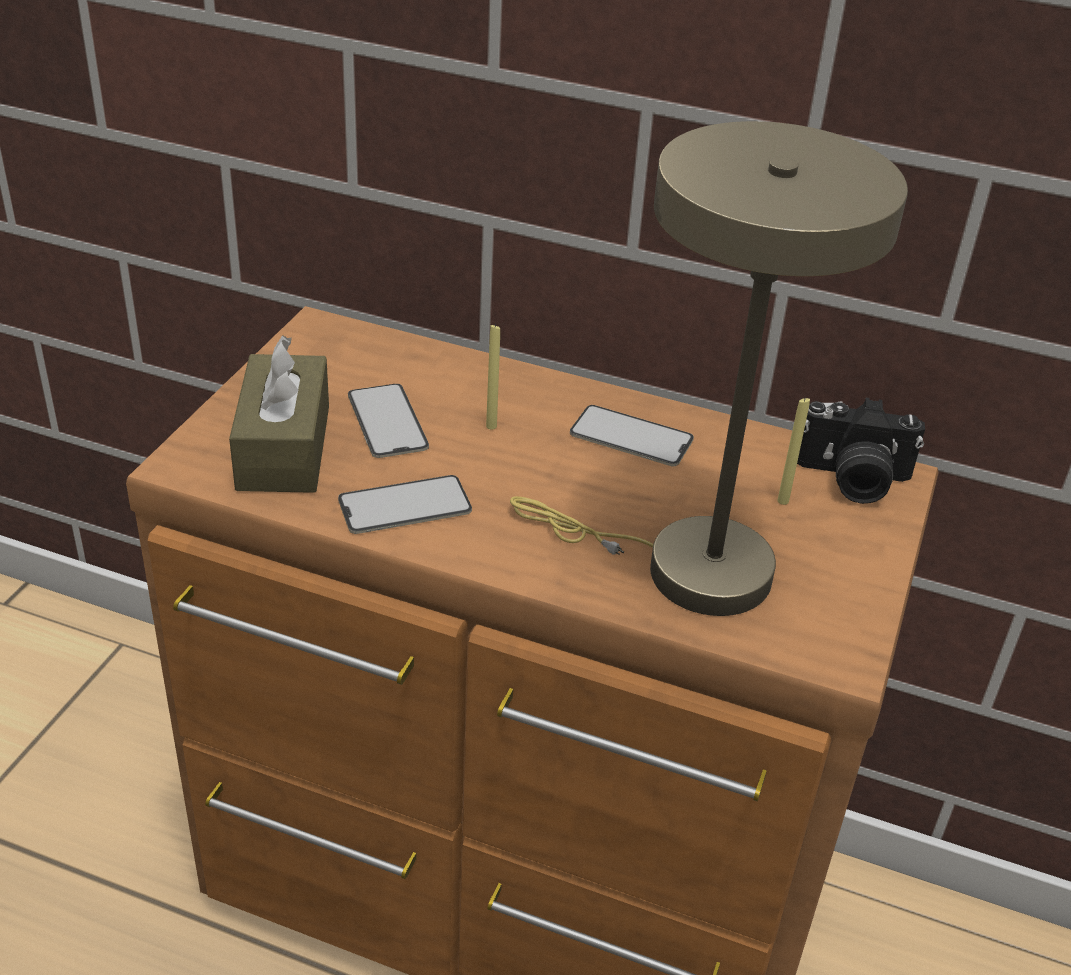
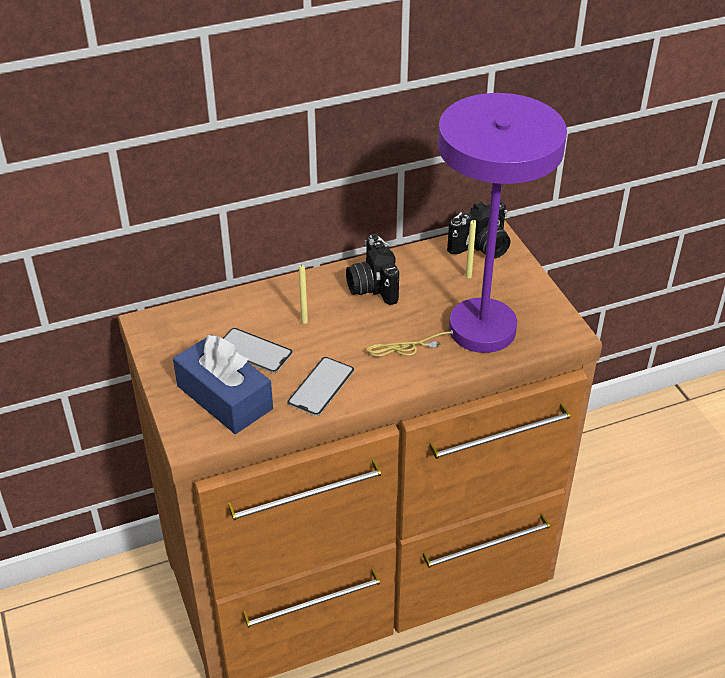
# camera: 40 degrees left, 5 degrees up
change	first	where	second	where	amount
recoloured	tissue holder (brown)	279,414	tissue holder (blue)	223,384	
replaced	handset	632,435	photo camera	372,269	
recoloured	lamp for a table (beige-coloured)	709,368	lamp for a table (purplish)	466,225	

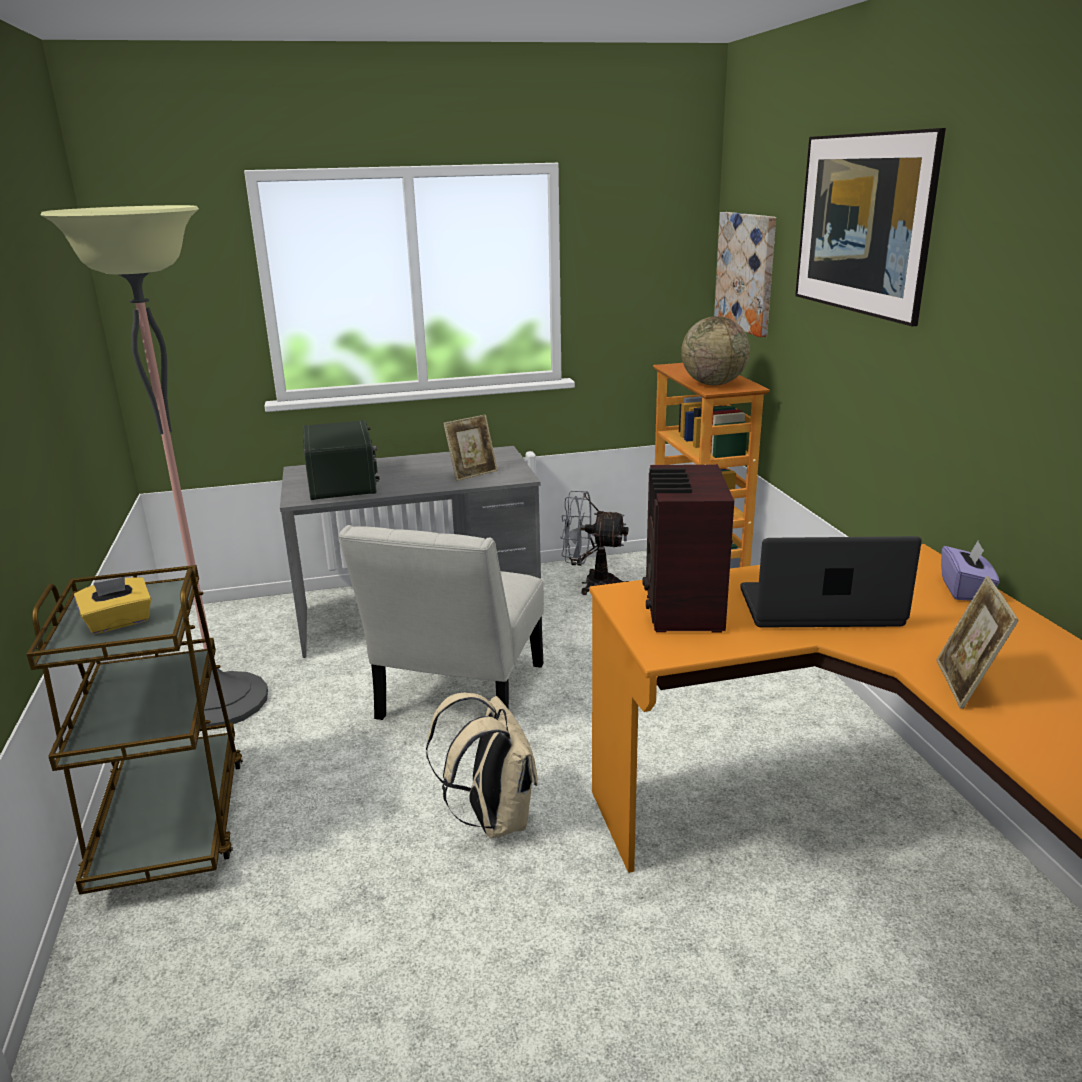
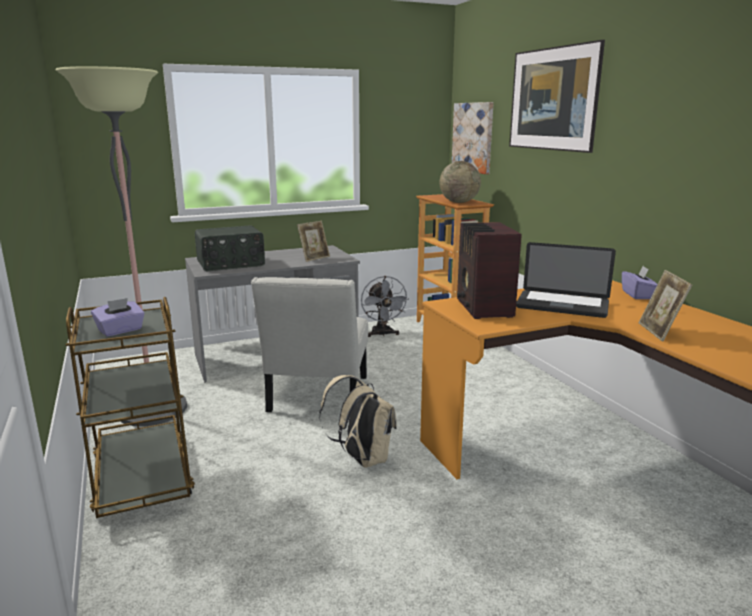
# camera: 10 degrees left, 5 degrees down
change	first	where	second	where	amount
recoloured	tissue holder (yellow-coloured)	112,605	tissue holder (purplish)	118,317	
turned	radio set	341,460		230,248	90 degrees clockwise
turned	electric fan (greyish)	594,543		385,306	105 degrees counterclockwise
turned	laptop	831,582		566,280	150 degrees counterclockwise

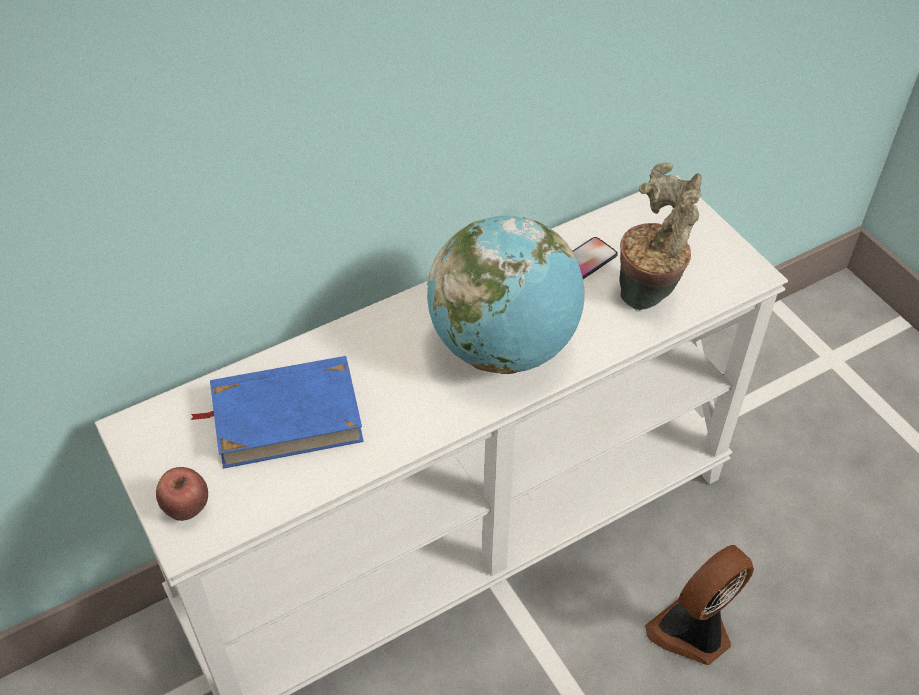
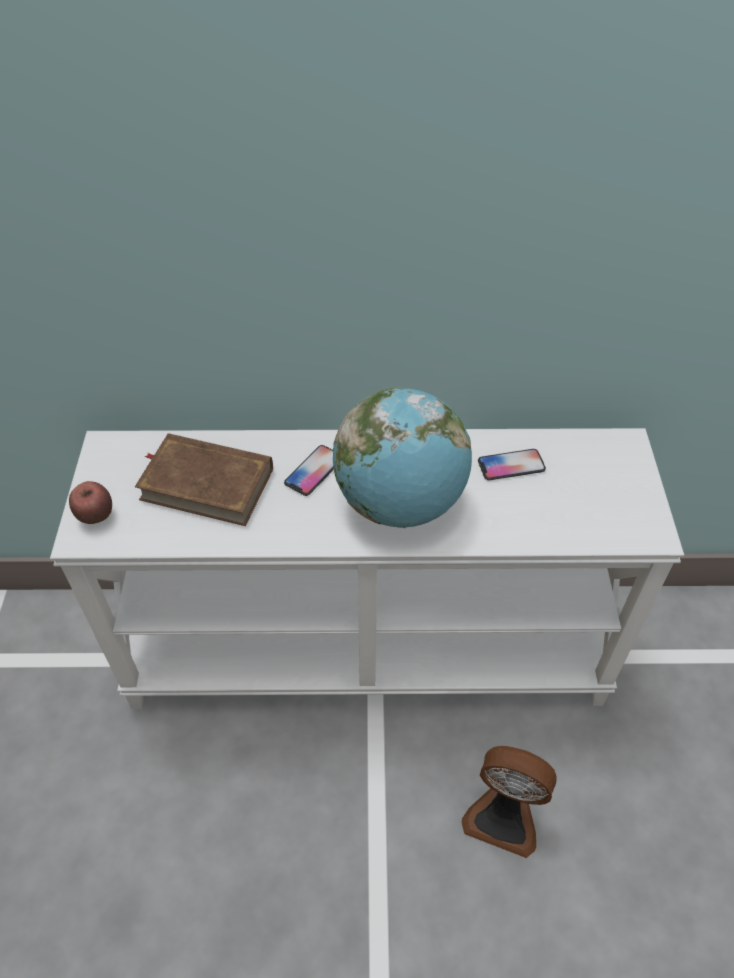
# camera: 30 degrees right, 0 degrees up
change	first	where	second	where	amount
recoloured	volume (blue)	277,412	volume (brown)	204,479	
added			handset	309,470	
turned	electric fan	699,605		509,802	150 degrees counterclockwise
removed	potted plant	661,236			

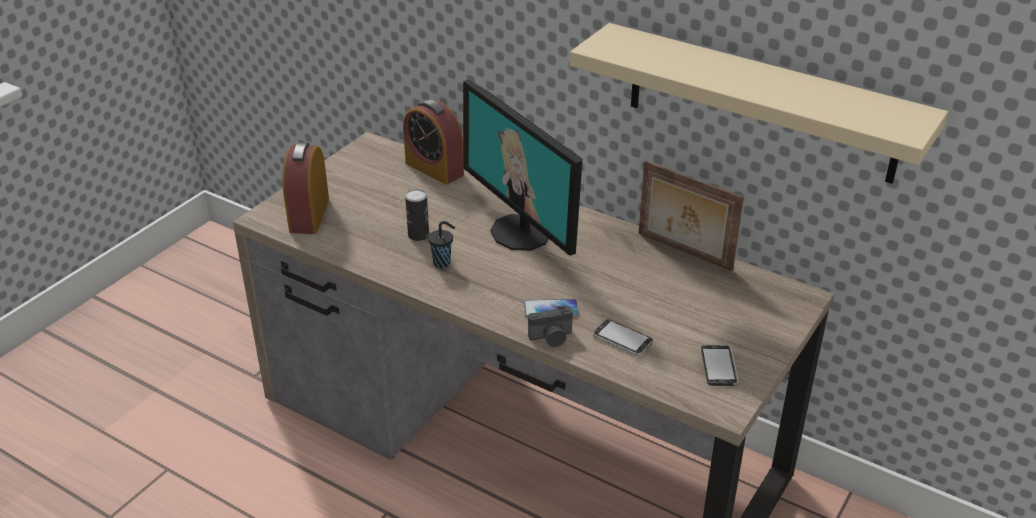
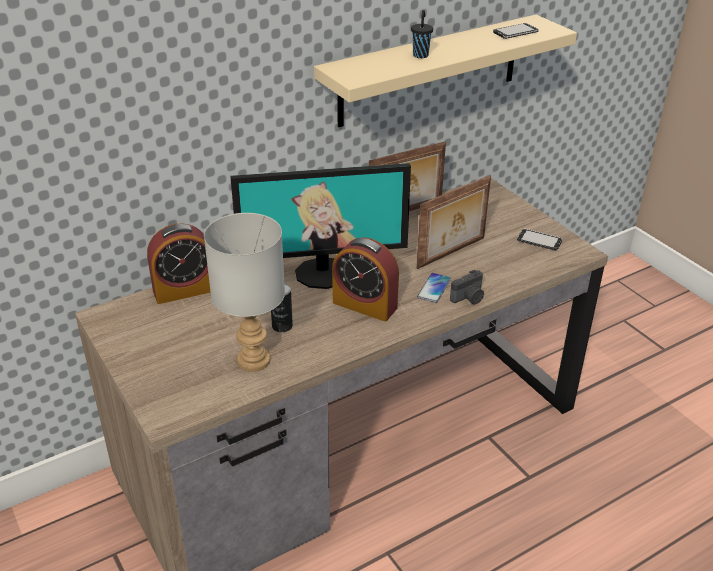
# camera: 65 degrees left, 0 degrees up
change	first	where	second	where	amount
added			lamp for a table (greyish)	244,292	
moved	table clock	305,188		365,279	
moved	small cup (black-coloured)	441,244		422,34	
added			photo frame	453,222	
turned	photo camera	550,326		467,287	45 degrees clockwise
moved	handset	623,337		516,31	

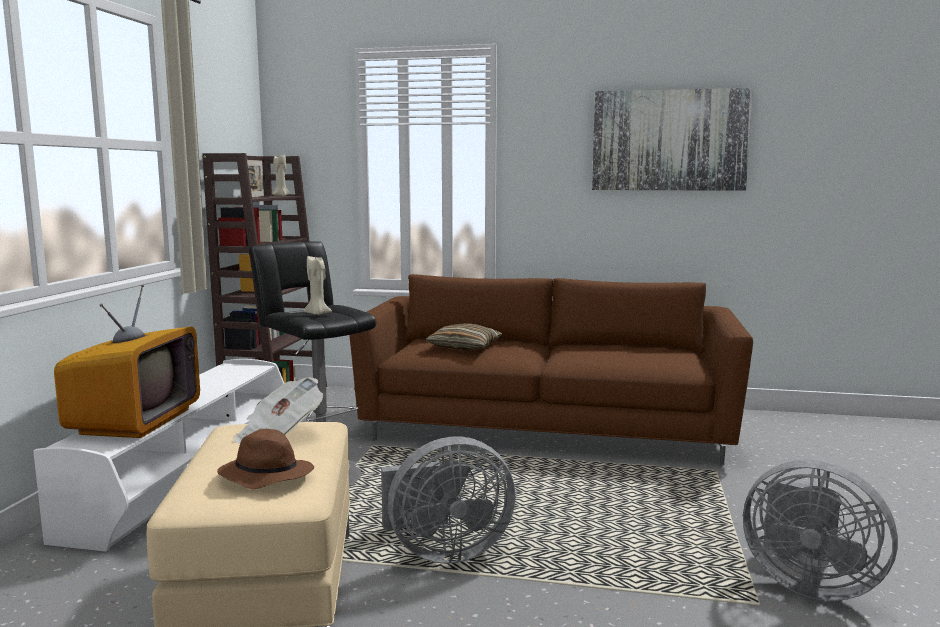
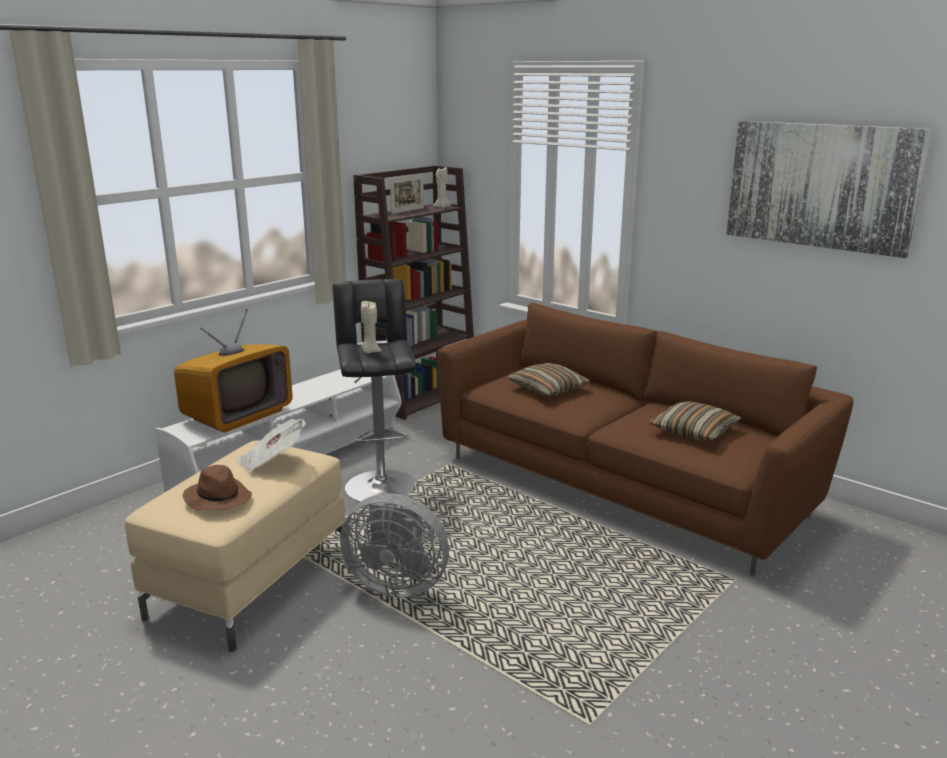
# camera: 30 degrees right, 10 degrees up
change	first	where	second	where	amount
added			throw pillow	695,421	
removed	electric fan (greyish)	820,530			

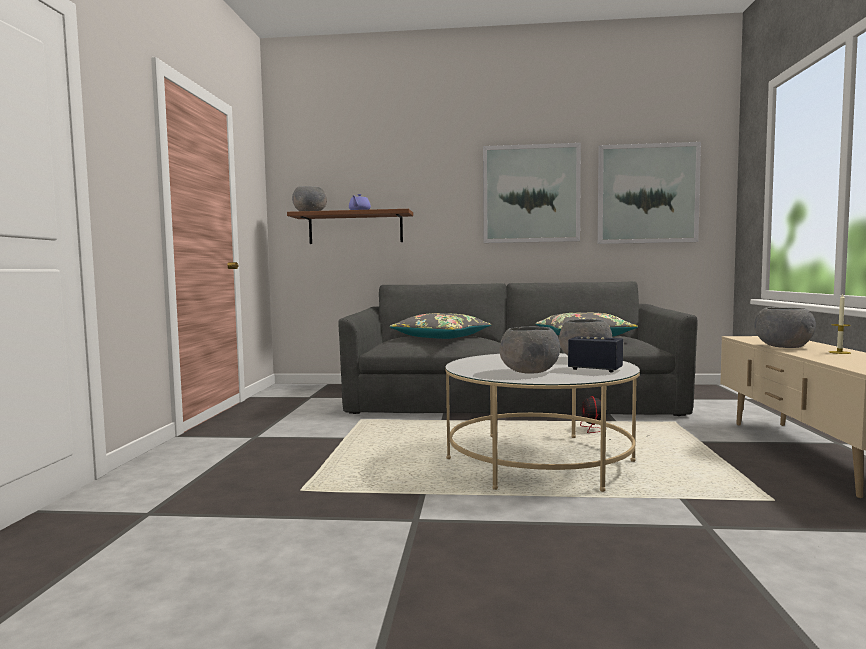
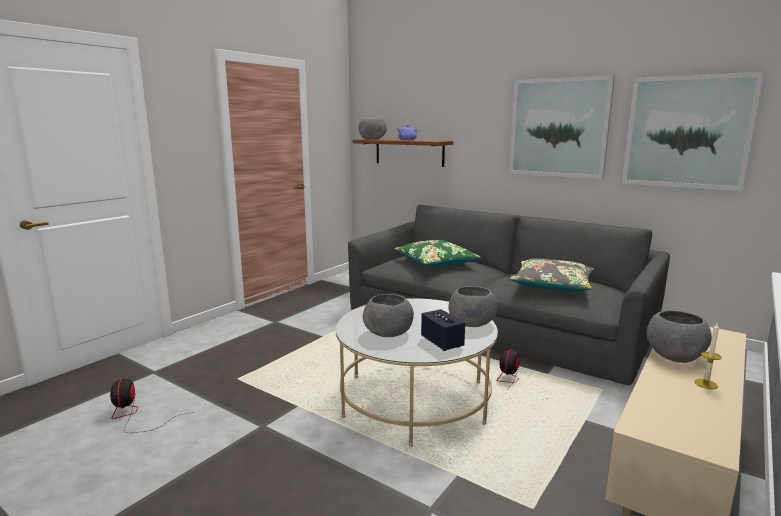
# camera: 30 degrees right, 10 degrees up
change	first	where	second	where	amount
added			electric fan	152,405	
recoloured	throw pillow (greyish)	440,326	throw pillow (green-coloured)	437,254	

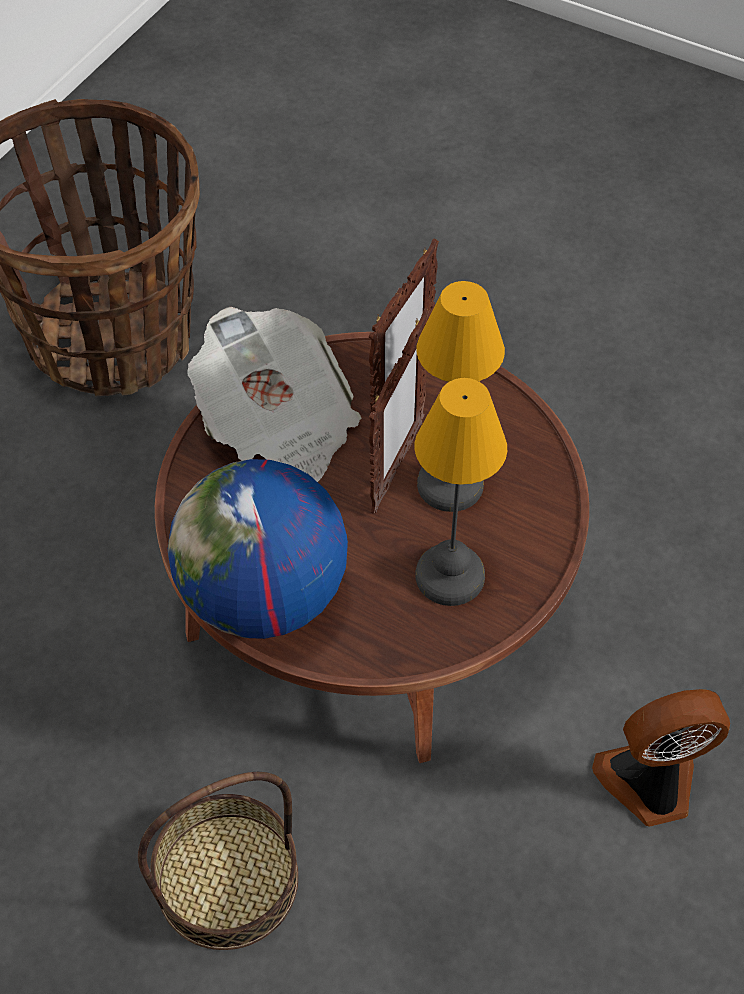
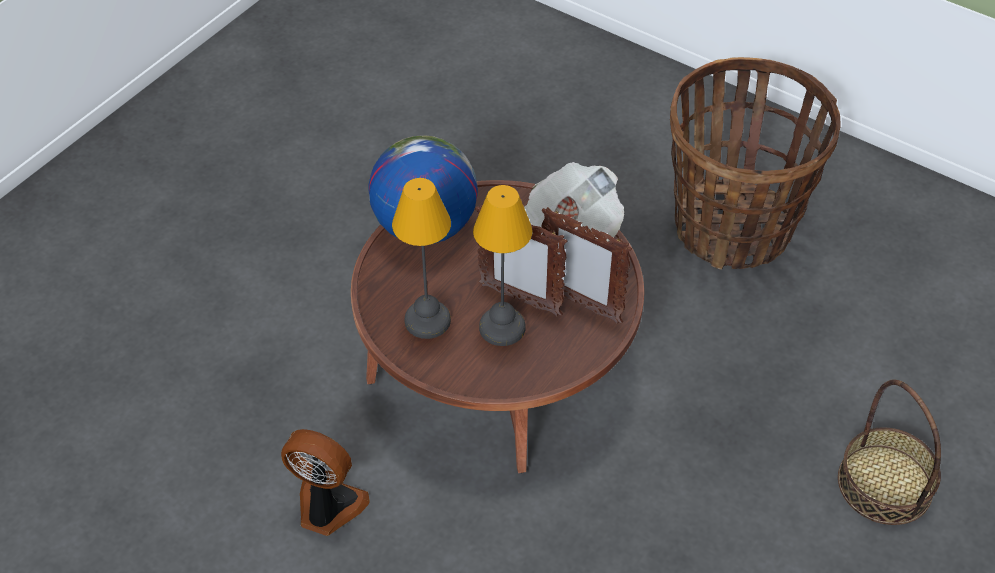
# camera: 95 degrees right, 5 degrees down
change	first	where	second	where	amount
turned	electric fan	661,758		325,482	60 degrees counterclockwise
moved	household basket	218,861		889,452	

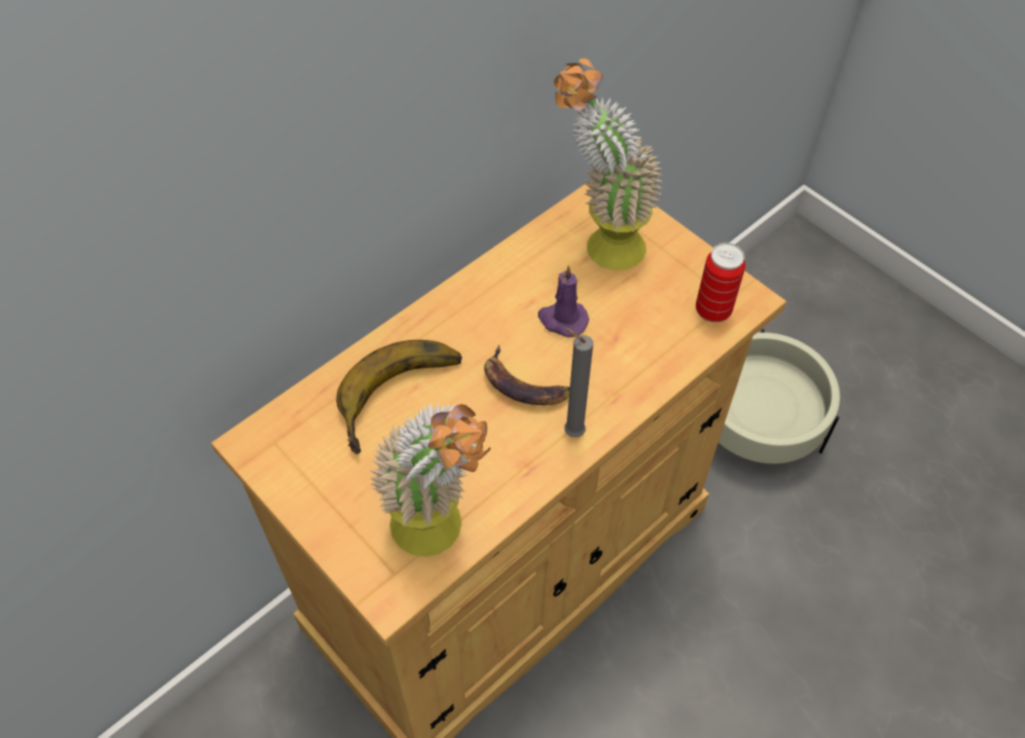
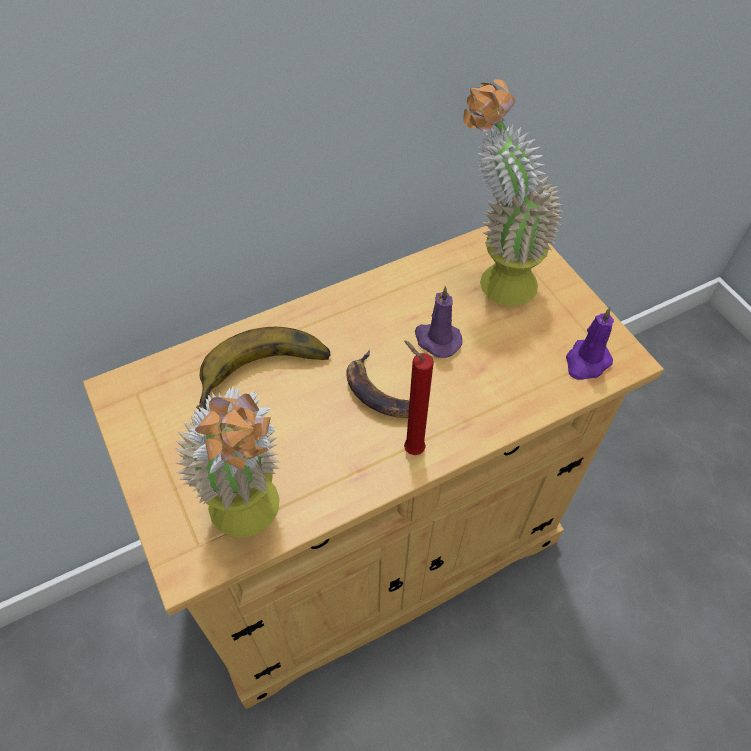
# camera: 15 degrees right, 0 degrees up
change	first	where	second	where	amount
recoloured	wax light (greyish)	578,382	wax light (red)	419,397	
replaced	sealed can	721,282	wax light (purplish)	590,343	
removed	flower pot (beige-coloured)	779,396			

